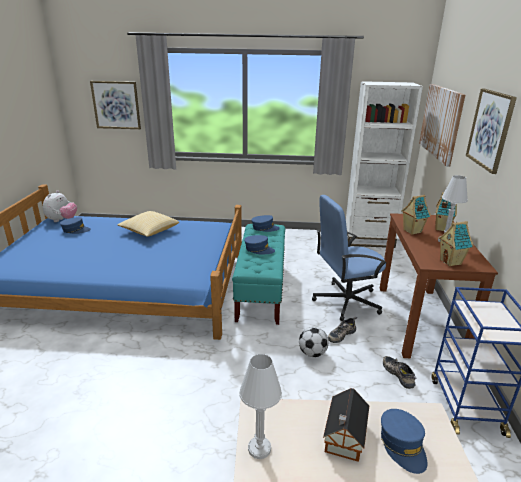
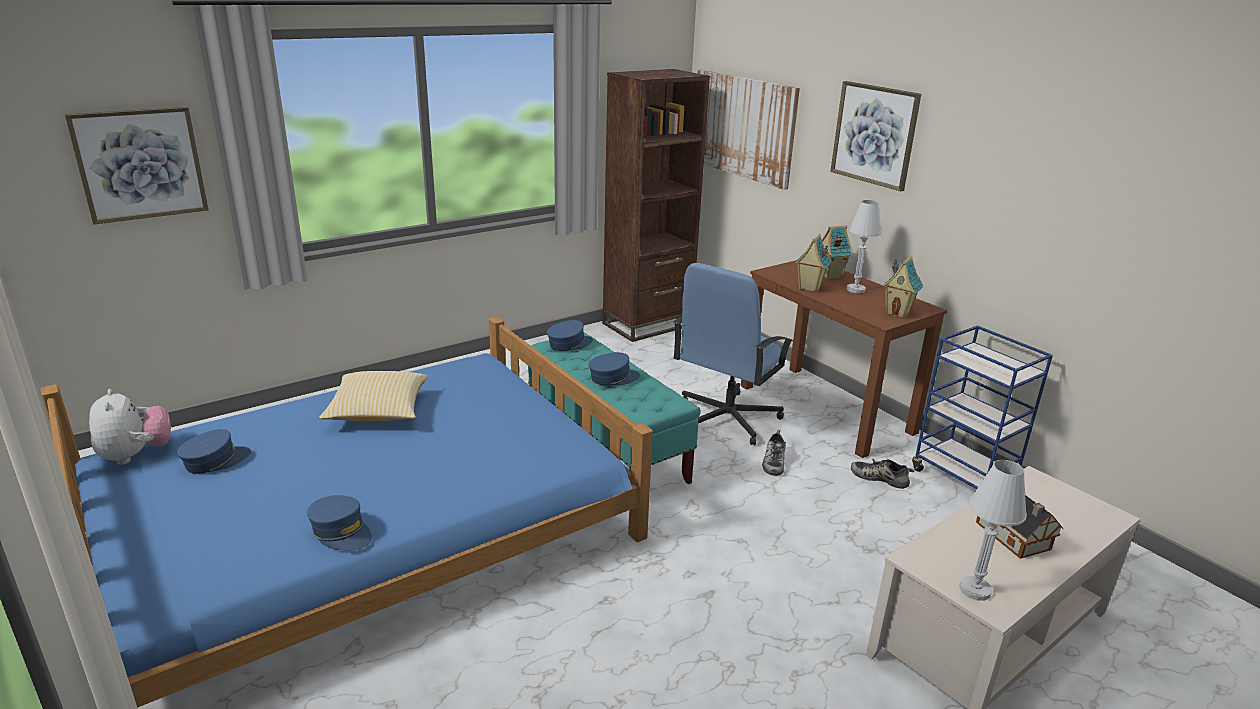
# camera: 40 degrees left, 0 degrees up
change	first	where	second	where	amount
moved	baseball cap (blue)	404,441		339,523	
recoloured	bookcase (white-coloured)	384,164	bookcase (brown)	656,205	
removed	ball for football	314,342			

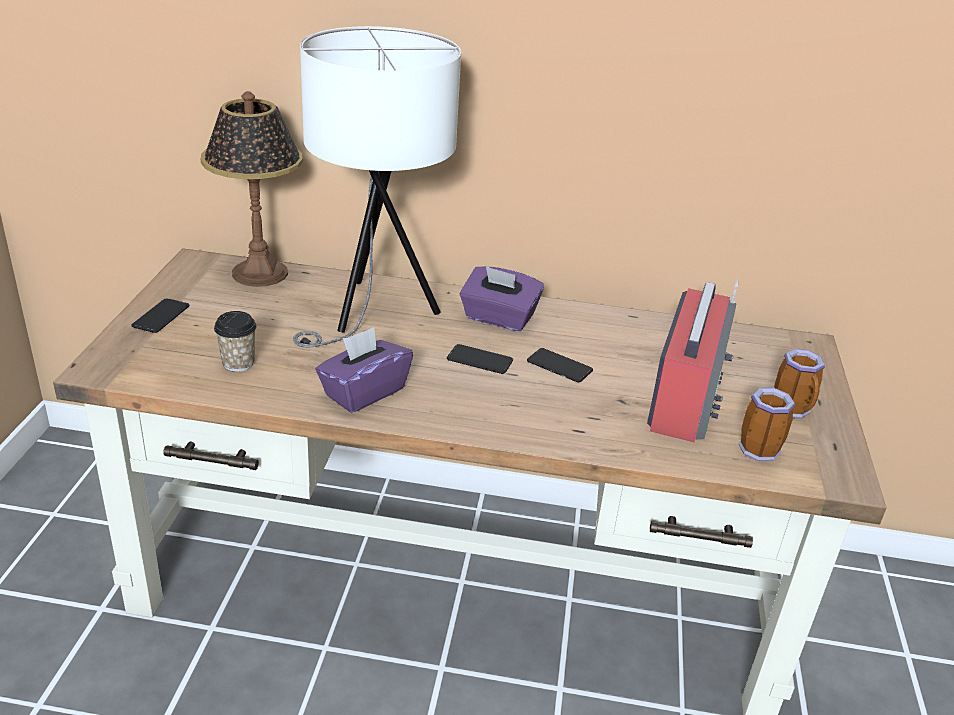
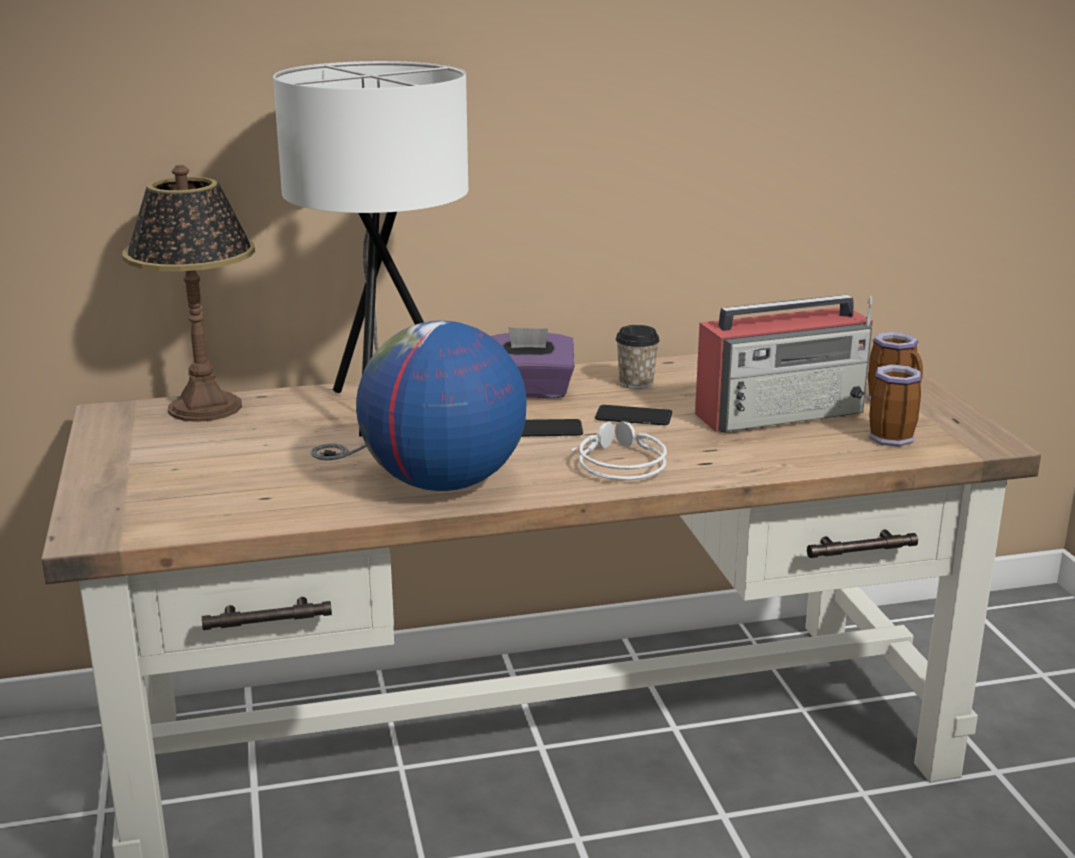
# camera: 20 degrees left, 10 degrees down
change	first	where	second	where	amount
replaced	tissue holder (purplish)	364,370	world globe	441,406	
added			headset (greyish)	619,450	
moved	small cup	235,341		637,357	
turned	radio set	693,361		784,363	75 degrees clockwise
removed	handset	161,315			

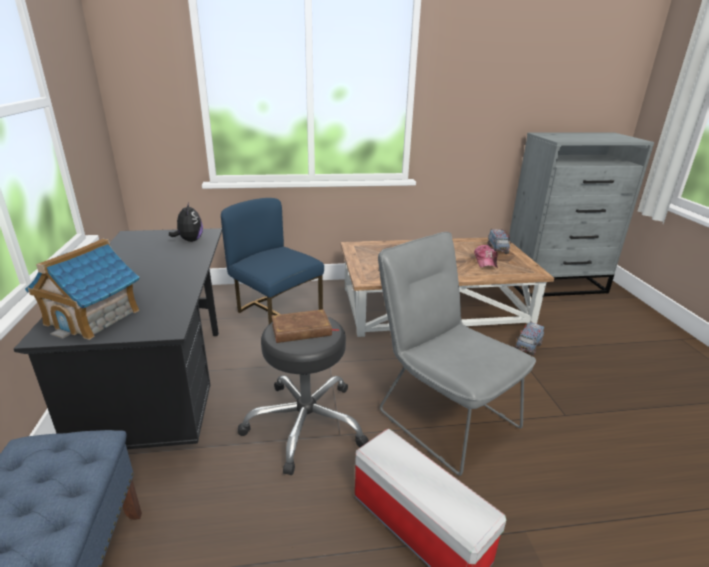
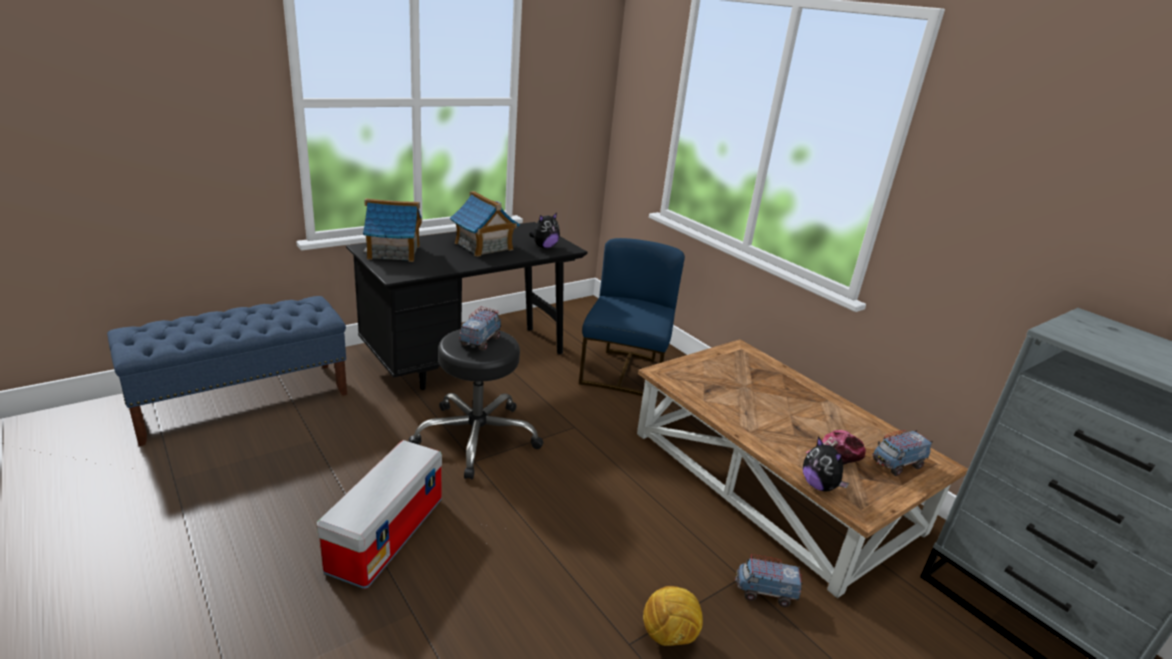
# camera: 60 degrees right, 0 degrees up
change	first	where	second	where	amount
added			miniature house	485,224	
replaced	volume (brown)	305,326	toy truck	480,329	
added			ball for football	673,616	
added			cuddly toy	826,464	
removed	upright chair (greyish)	457,354			

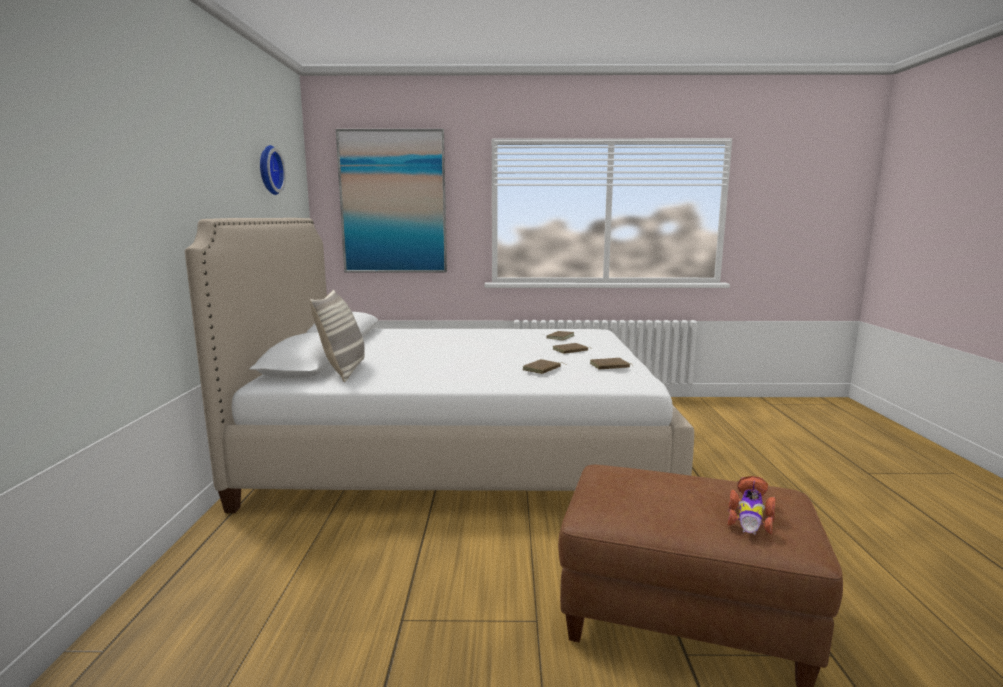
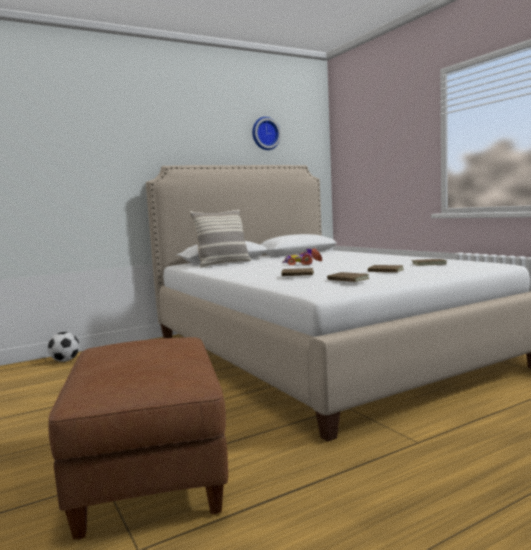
# camera: 60 degrees right, 5 degrees down
change	first	where	second	where	amount
added			ball for football	64,347	
moved	miniature car	752,505		302,256	
removed	wall picture	391,201			

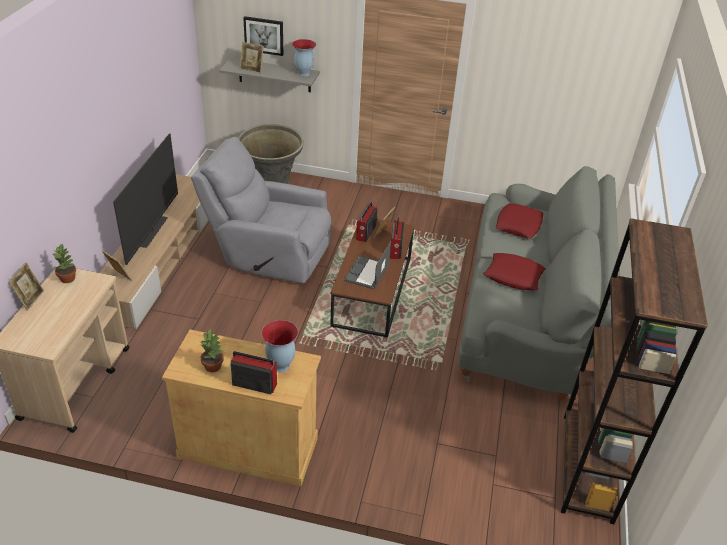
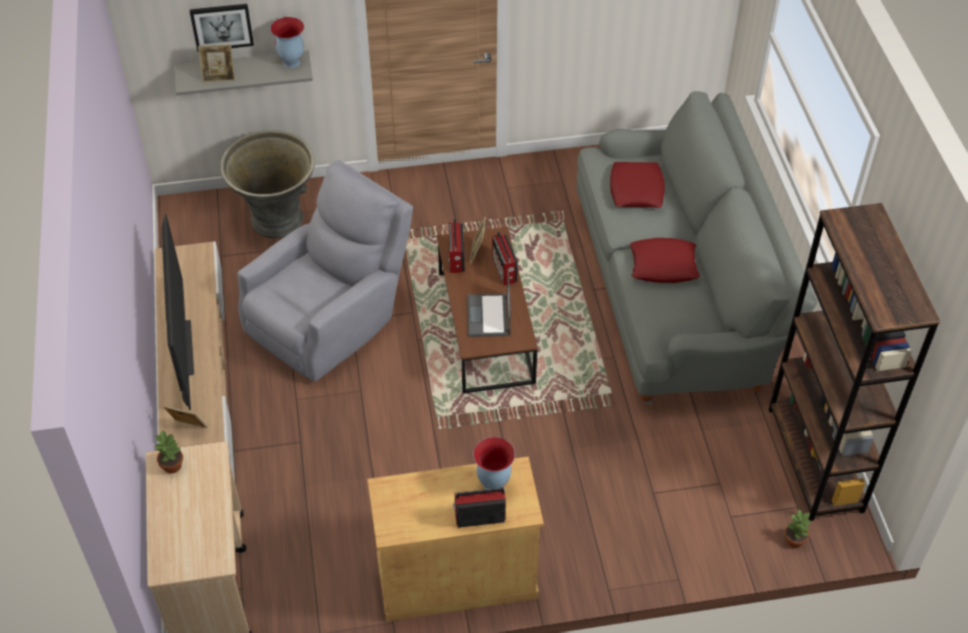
# camera: 20 degrees left, 10 degrees up
change	first	where	second	where	amount
turned	easy chair (greyish)	261,210		325,270	135 degrees clockwise
moved	potted plant	212,350		798,529	
removed	photo frame	26,286			

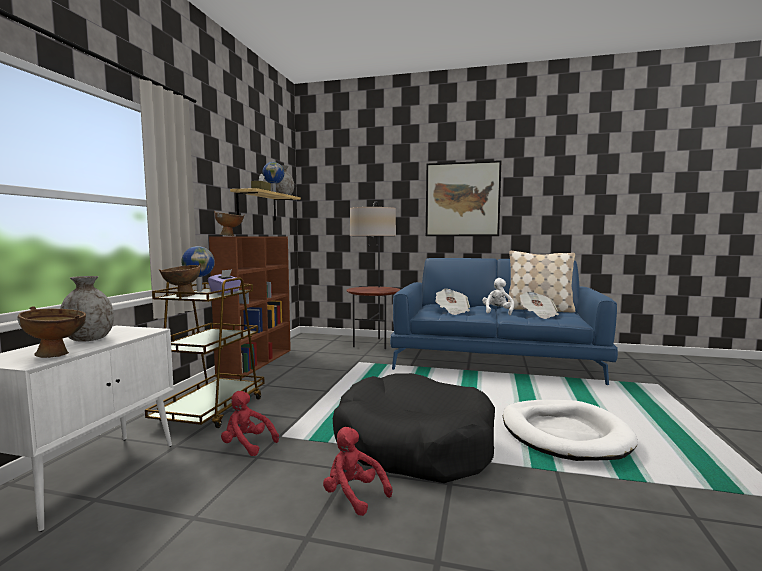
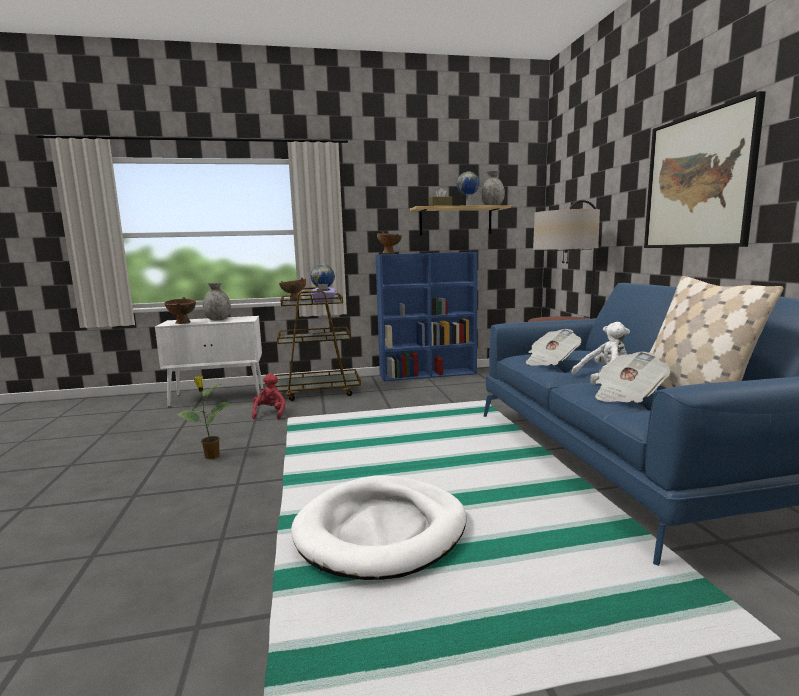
# camera: 65 degrees right, 5 degrees up
change	first	where	second	where	amount
replaced	cuddly toy (red)	358,471	potted plant	204,417	
recoloured	bookcase (brown)	250,307	bookcase (blue)	427,317	
removed	pet bed (black-coloured)	414,428			

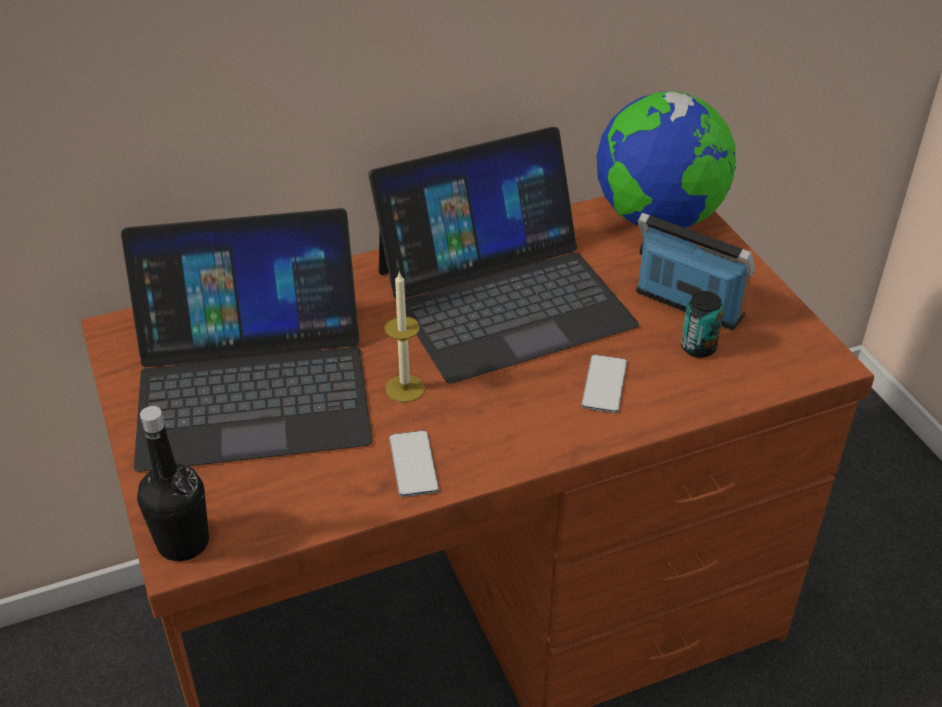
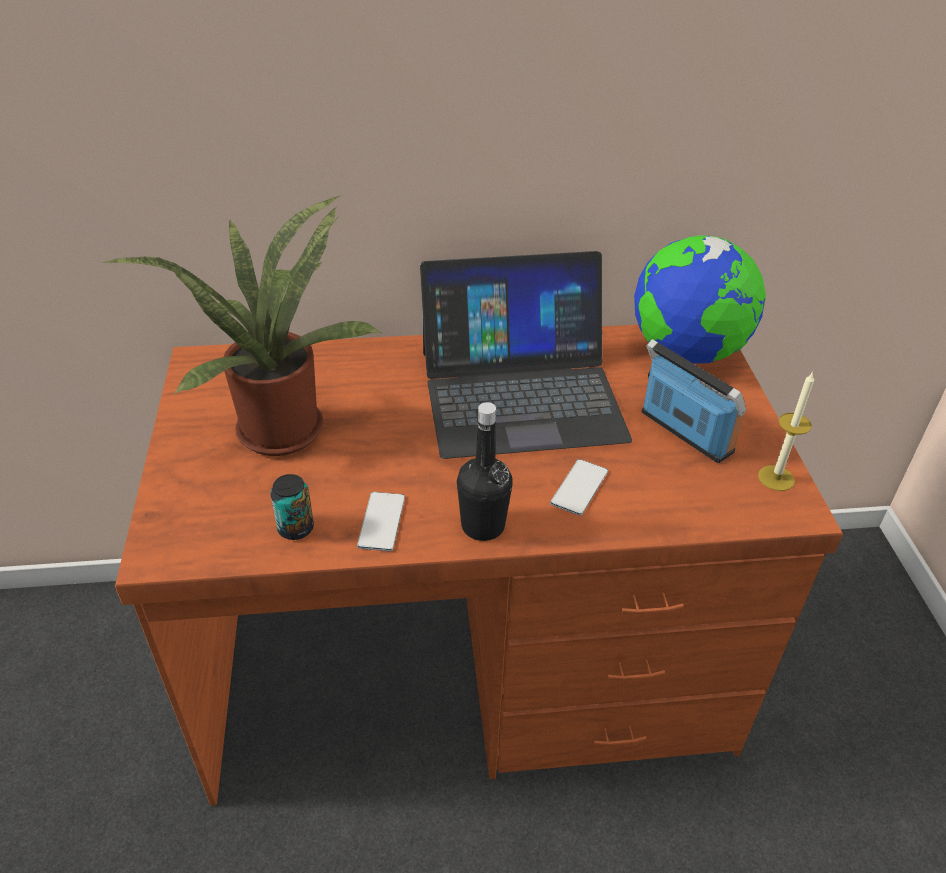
# camera: 15 degrees right, 0 degrees up
change	first	where	second	where	amount
replaced	laptop	246,340	potted plant	243,325	
moved	sealed can	702,324		292,507	
moved	beverage bottle (black-coloured)	173,483		485,471	
moved	wax light	404,336		786,431	

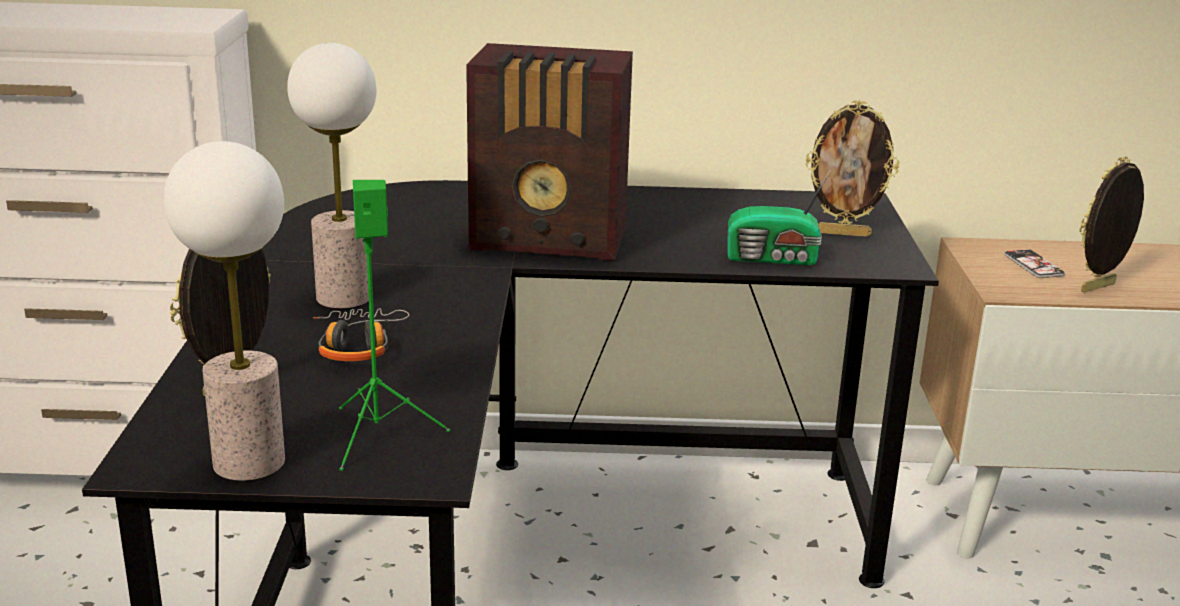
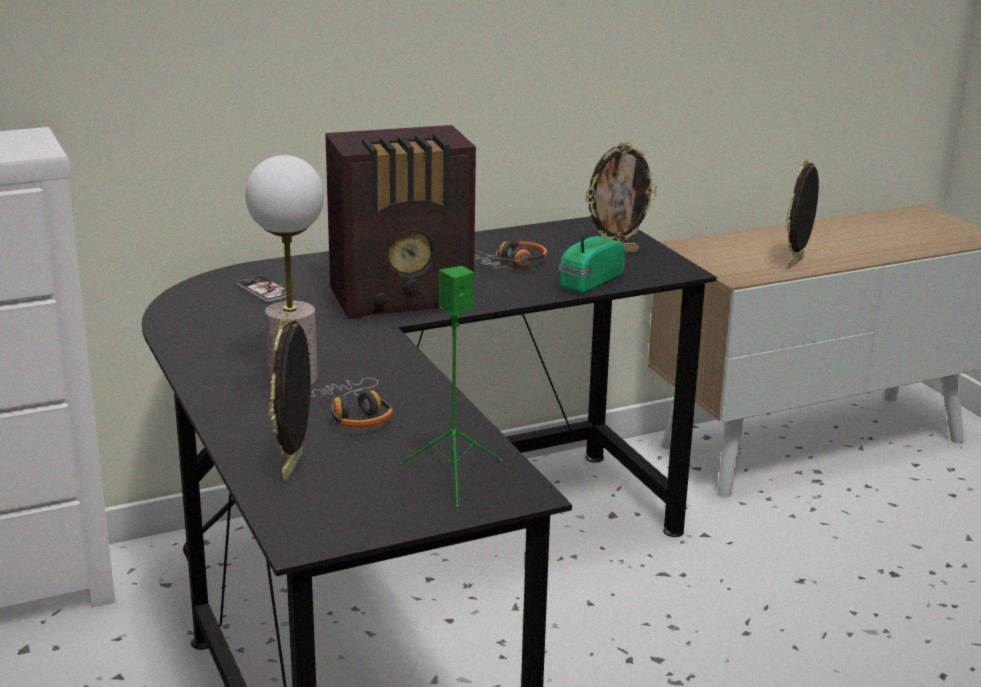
# camera: 25 degrees left, 0 degrees up
change	first	where	second	where	amount
moved	handset	1034,263		262,288	
added			headset	510,255	
turned	radio set	779,217		592,259	150 degrees clockwise
removed	lamp for a table	224,311			

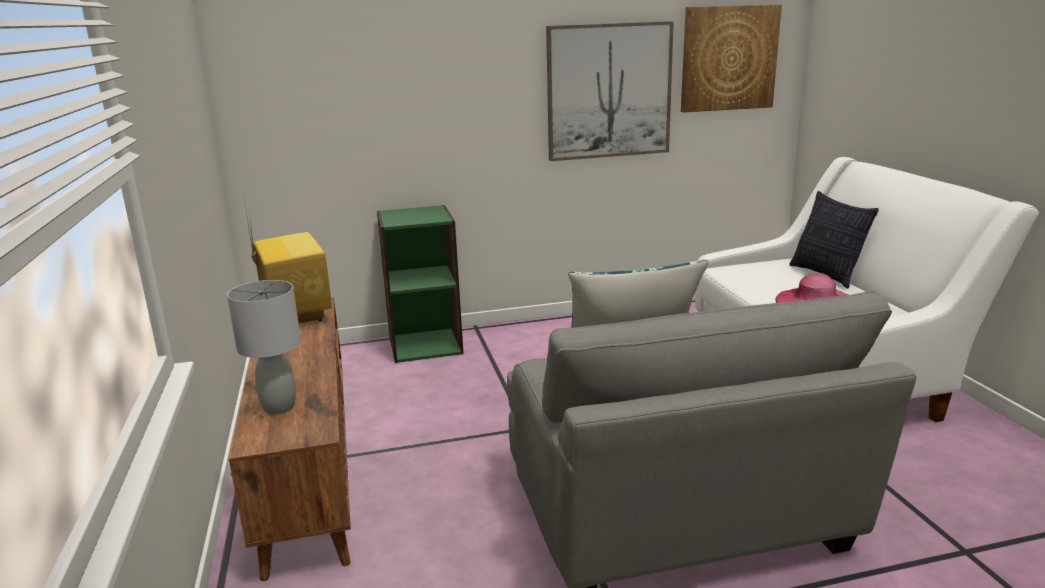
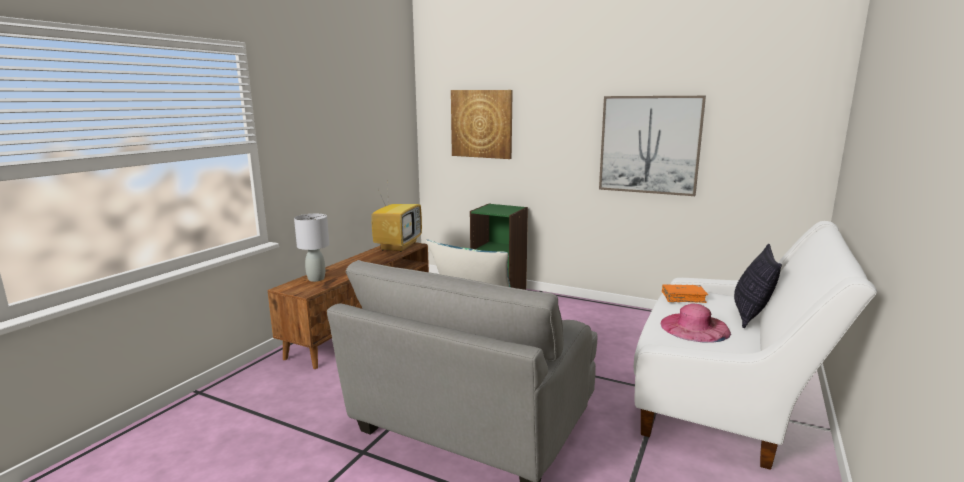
# camera: 40 degrees right, 5 degrees down
change	first	where	second	where	amount
moved	wall picture	731,58		482,124	
added			volume (orange)	685,293	

